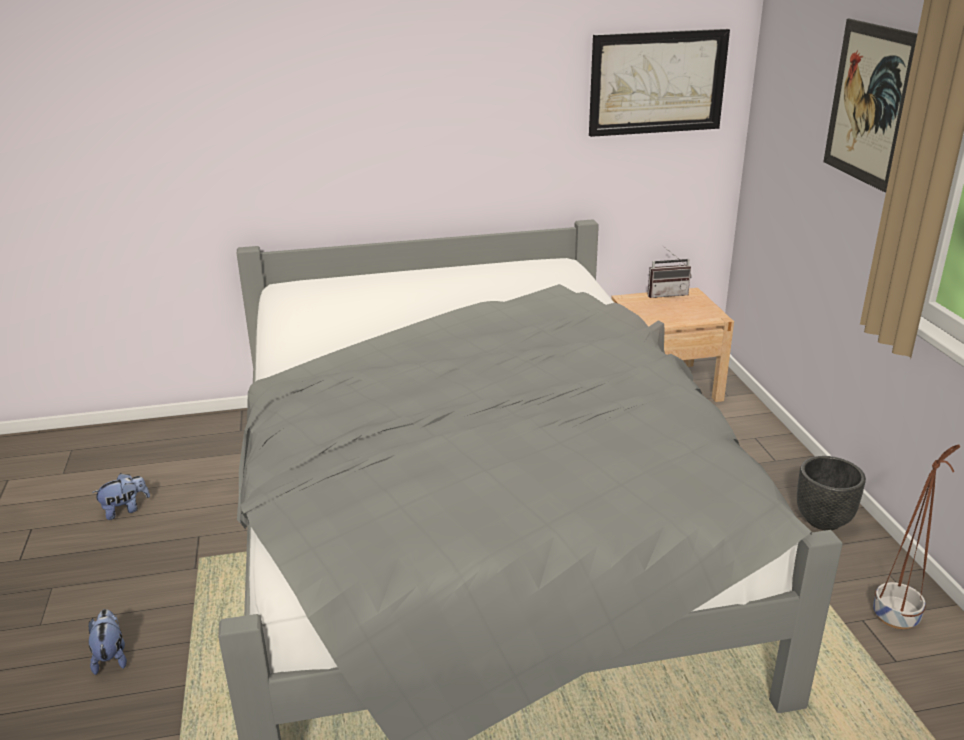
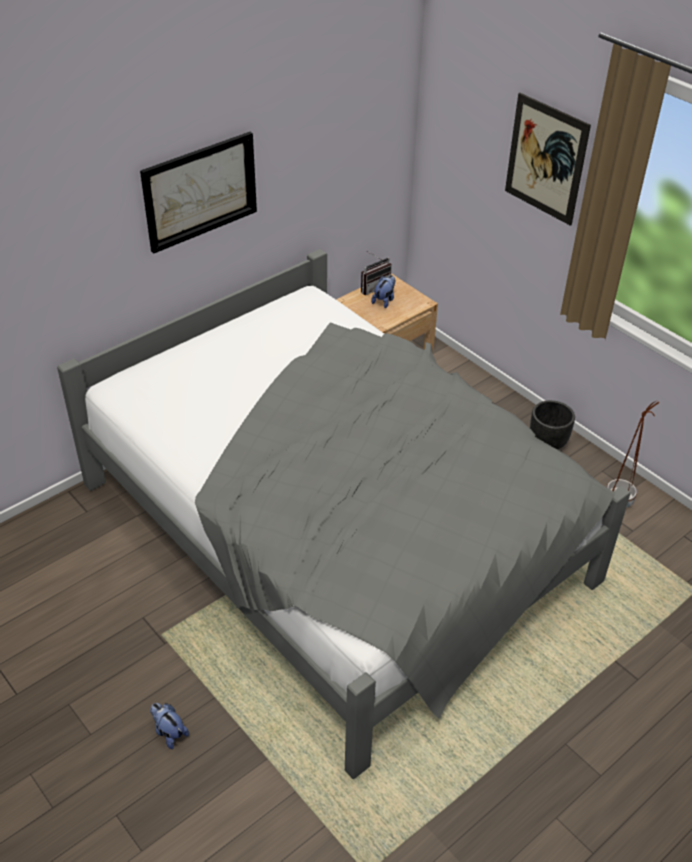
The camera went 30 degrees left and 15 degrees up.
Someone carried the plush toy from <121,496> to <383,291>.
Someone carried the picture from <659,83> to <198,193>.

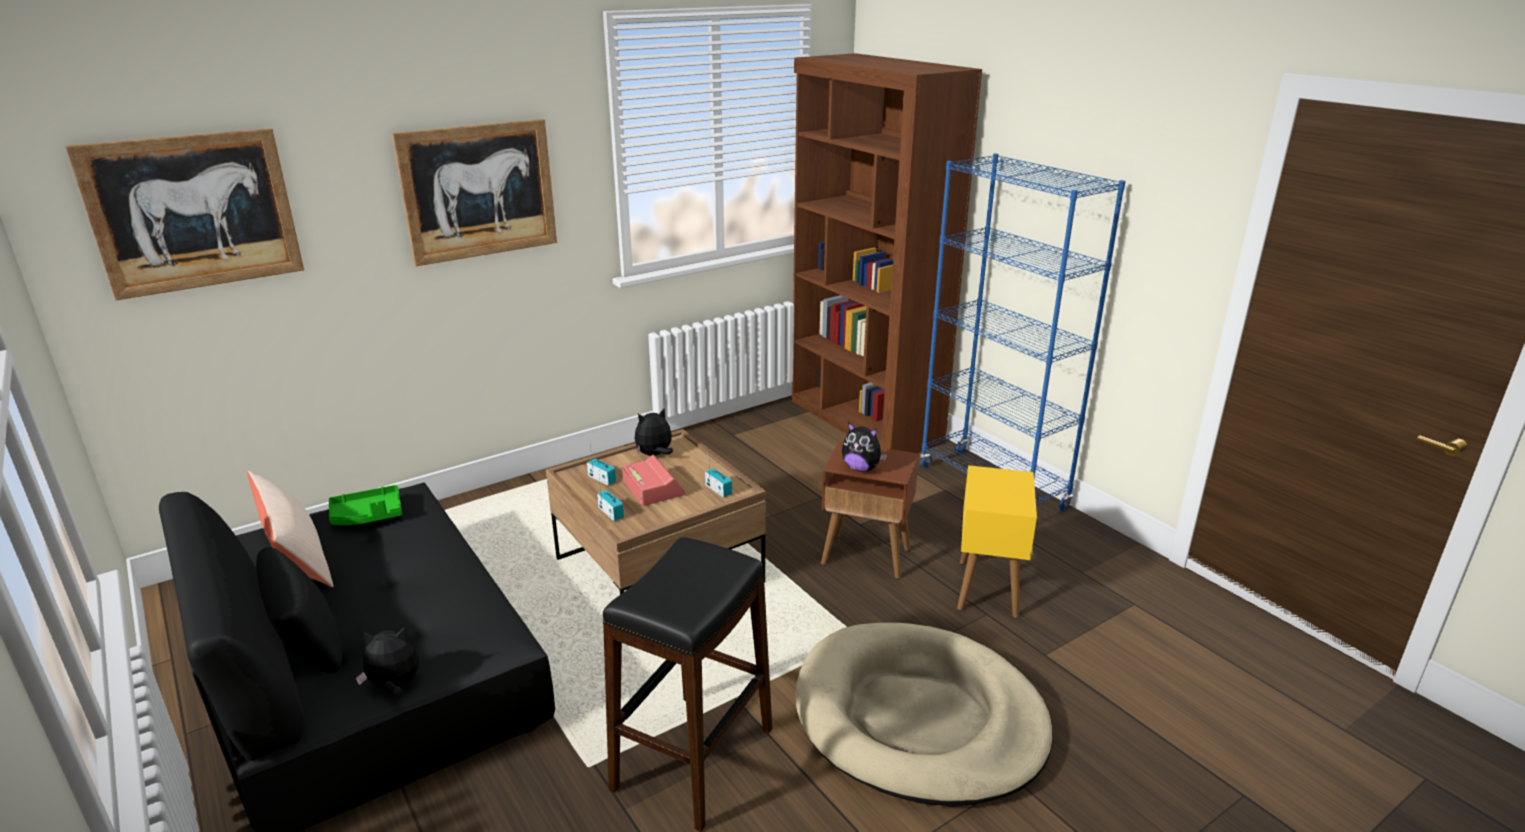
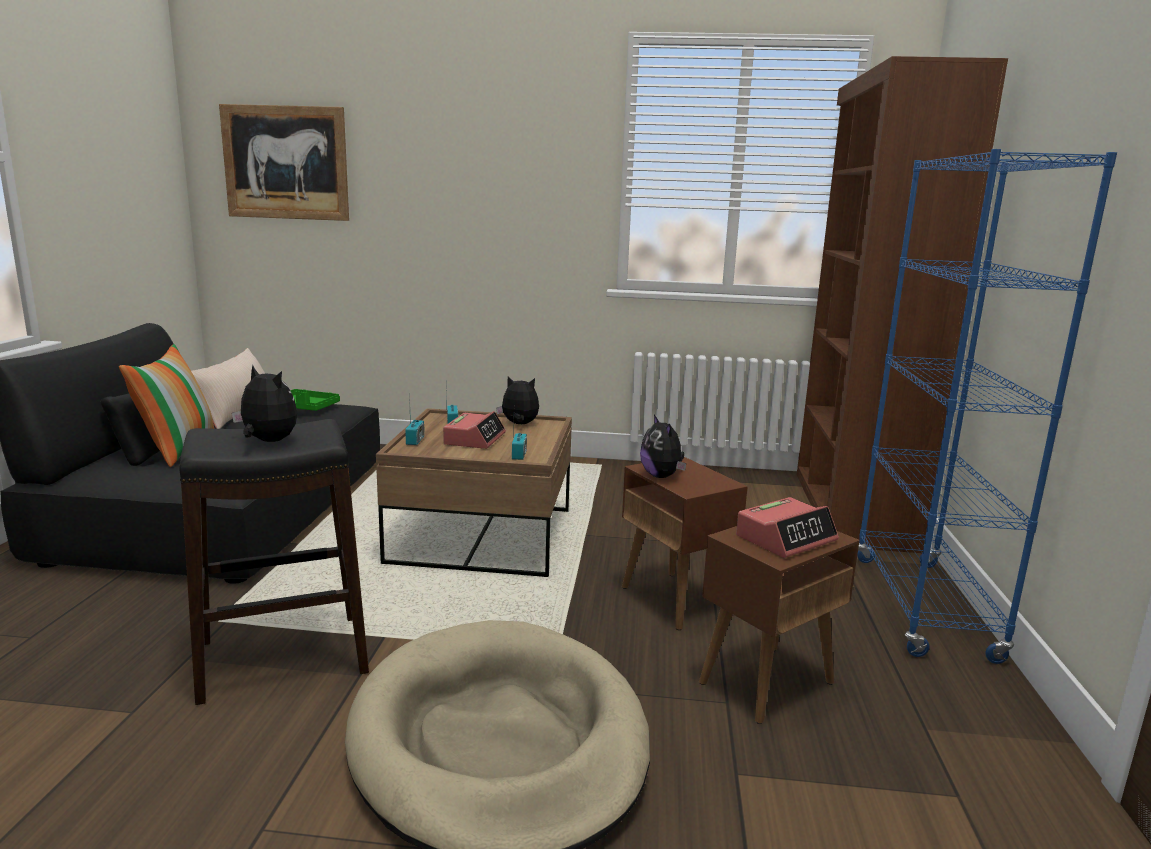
The camera went 40 degrees right and 10 degrees down.
Someone took away the picture at <474,192>.
Someone put down the pillow at <167,405>.
Someone put down the alarm clock at <787,527>.
Someone carried the plush toy from <387,661> to <264,403>.
Someone repainted the yellow side table at <997,541>, which became the brown side table at <779,625>.

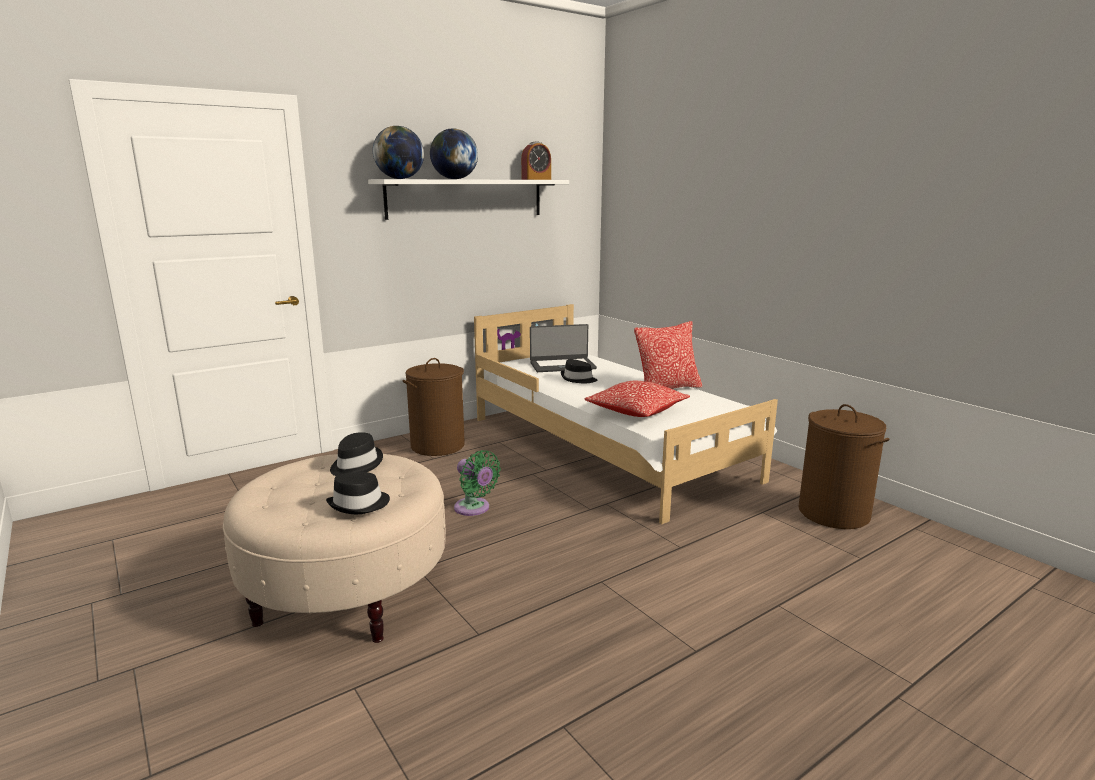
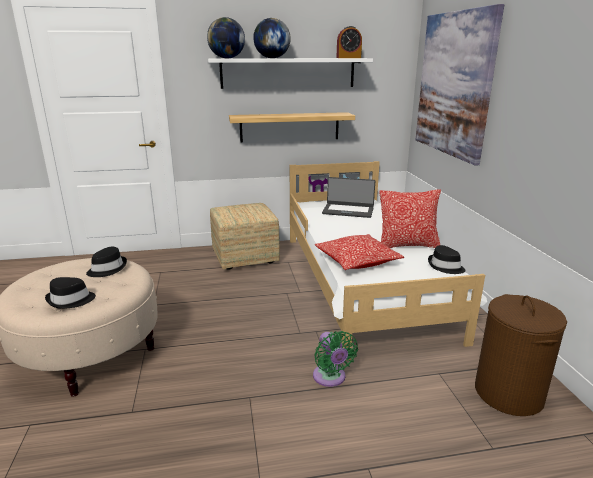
The camera went 25 degrees right and 5 degrees up.
Someone put up the shelf at <292,127>.
Someone put up the picture at <460,84>.
Someone carried the green fan from <477,483> to <335,359>.
Someone carried the black hat from <579,371> to <446,259>.
Someone swapped the brown laundry basket at <433,407> for the ottoman at <245,236>.

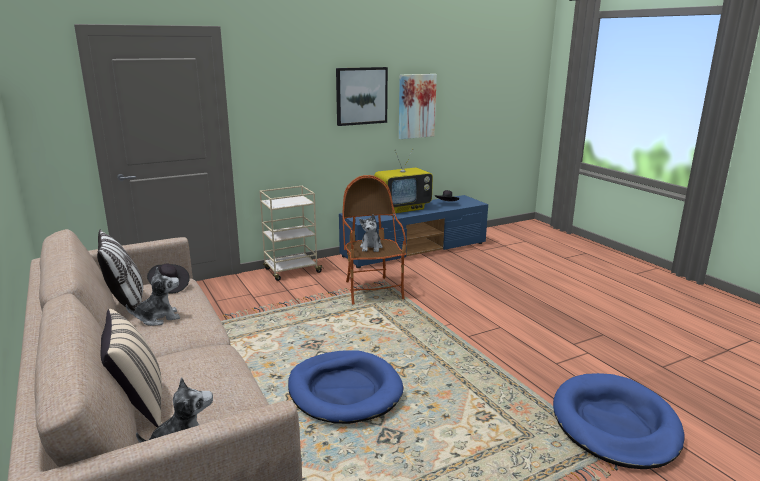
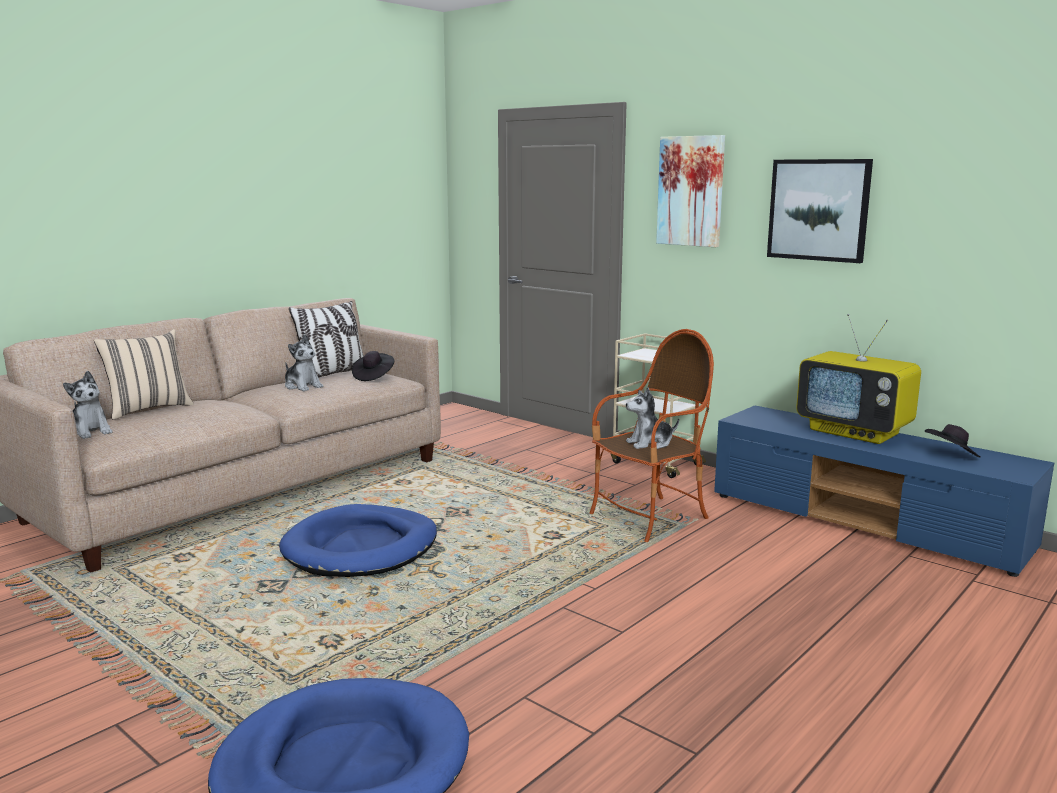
The camera went 70 degrees right and 5 degrees down.
Someone carried the picture from <418,106> to <690,191>.

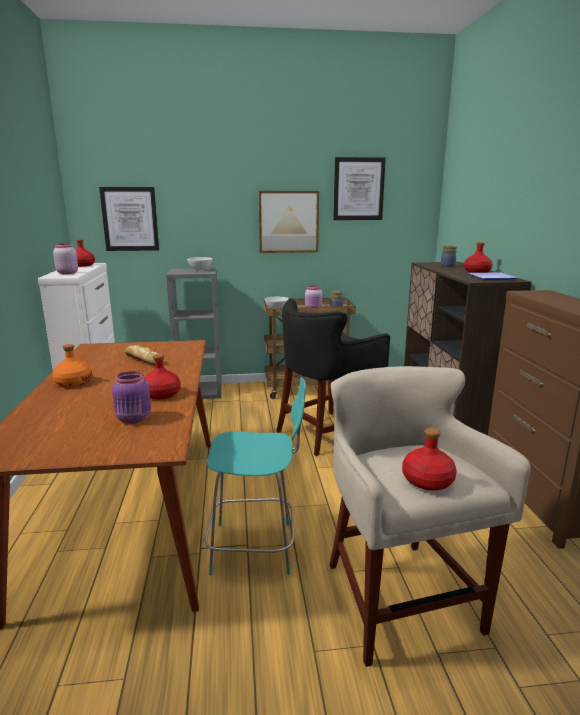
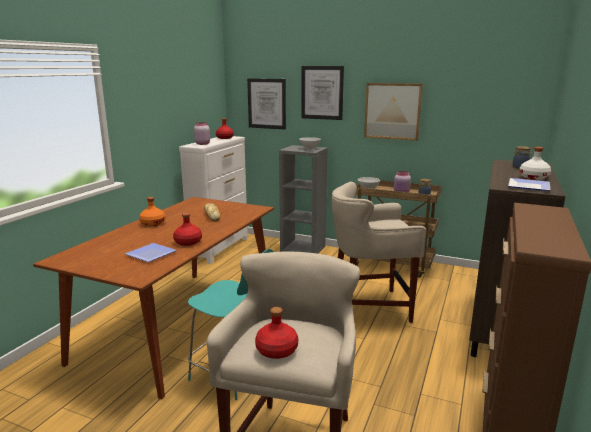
The camera went 30 degrees right and 0 degrees up.
Someone carried the picture from <359,188> to <322,93>.
Someone swapped the purple jar at <131,397> for the plate at <151,252>.
Someone repainted the black stool at <333,377>, which became the beige stool at <379,252>.
Someone repainted the red bottle at <478,257>, which became the white bottle at <535,163>.

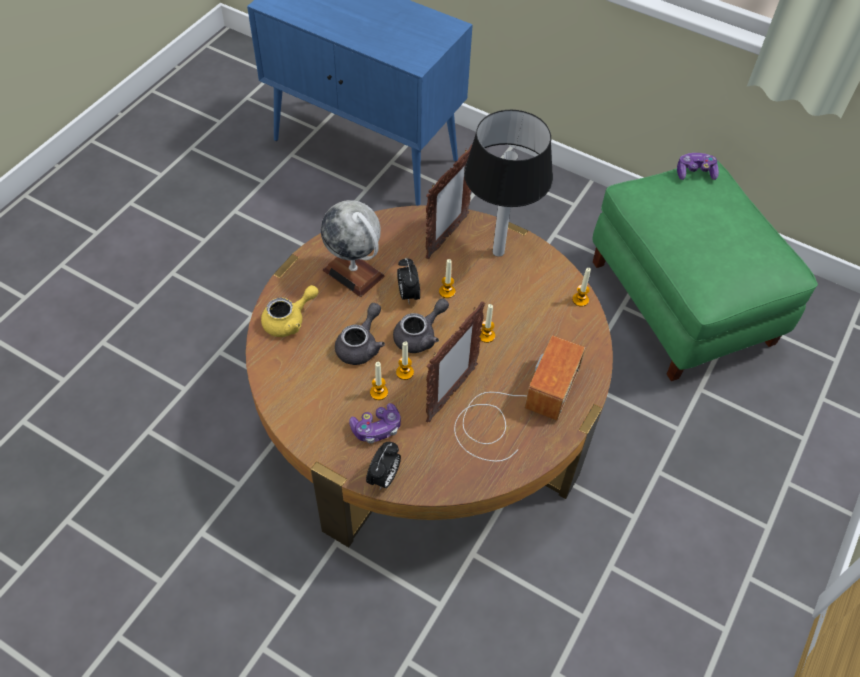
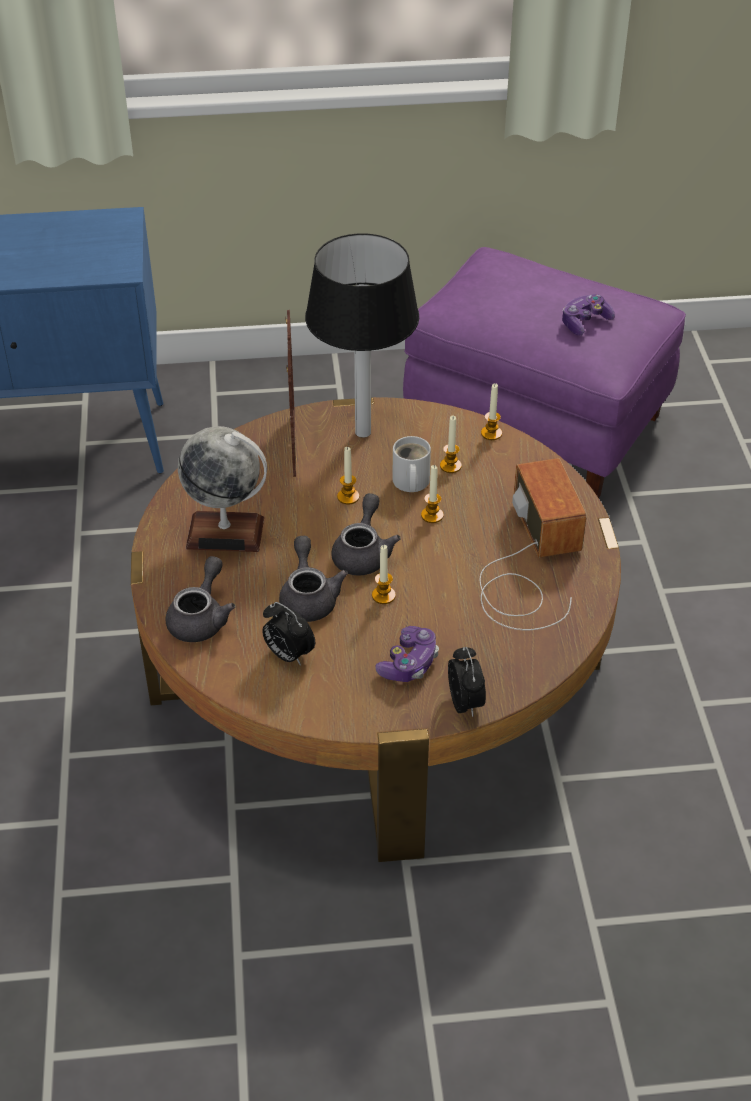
The camera went 35 degrees left and 10 degrees down.
Someone took away the picture frame at <455,362>.
Someone put down the white mug at <411,464>.
Someone carried the candle from <379,381> to <451,444>.
Someone carried the alarm clock from <408,281> to <288,634>.
Someone carried the game controller from <698,166> to <588,315>.
Someone repainted the yellow teapot at <289,311>, which became the grey teapot at <200,599>.
Someone repainted the green ottoman at <705,270>, which became the purple ottoman at <544,372>.

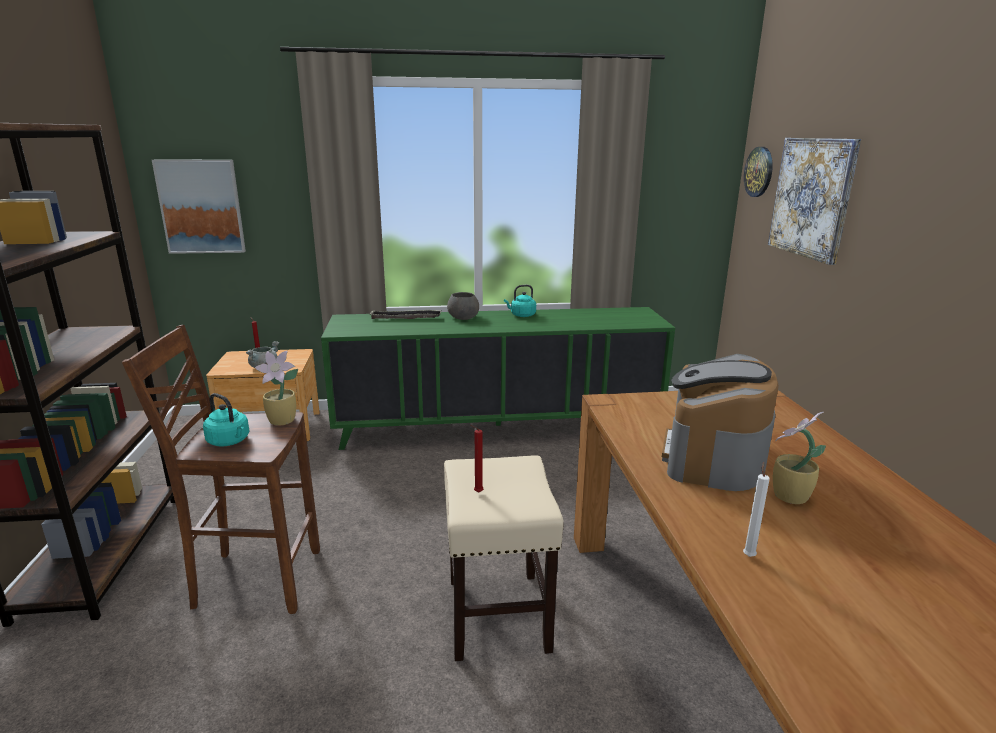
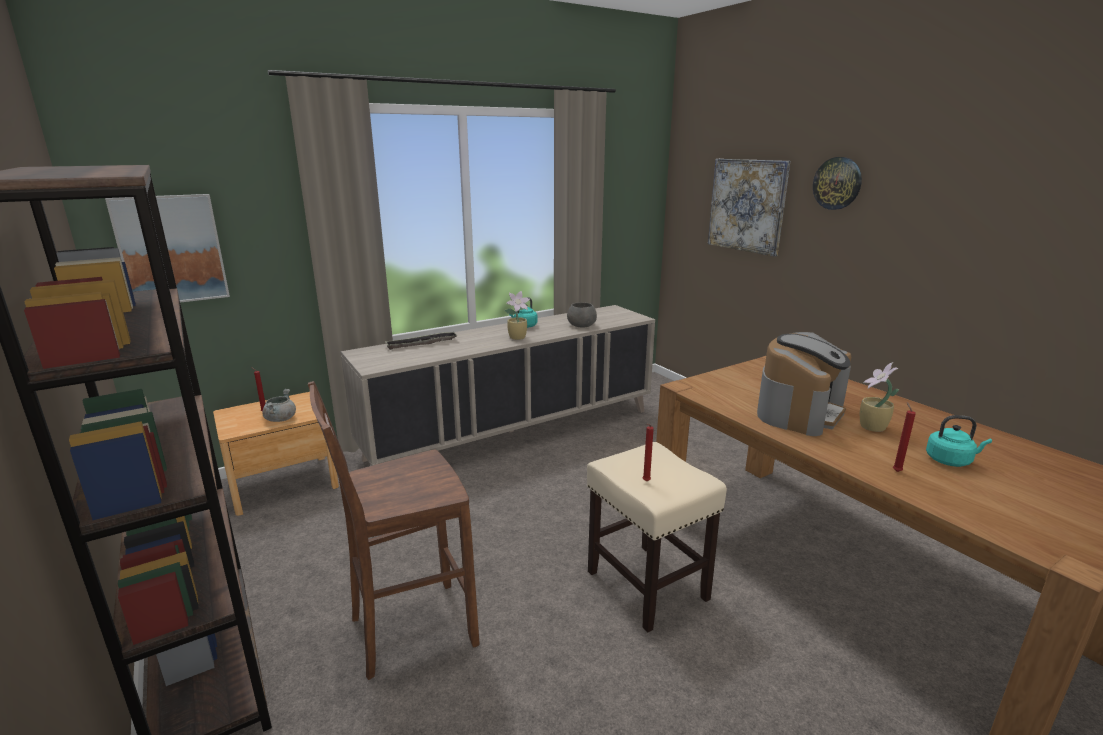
The camera went 25 degrees left and 0 degrees up.
Someone carried the turquoise kettle from <226,420> to <959,441>.
Someone carried the potted plant from <276,388> to <517,315>.
Someone carried the grey bowl from <463,306> to <582,315>.
Someone carried the wall clock from <758,172> to <837,183>.
Someone repainted the green cabinet at <498,378>, which became the beige cabinet at <498,385>.
Someone repainted the white candle at <756,509>, which became the red candle at <904,437>.
Someone rotated the coffee machine at <720,422> by 135 degrees counterclockwise.

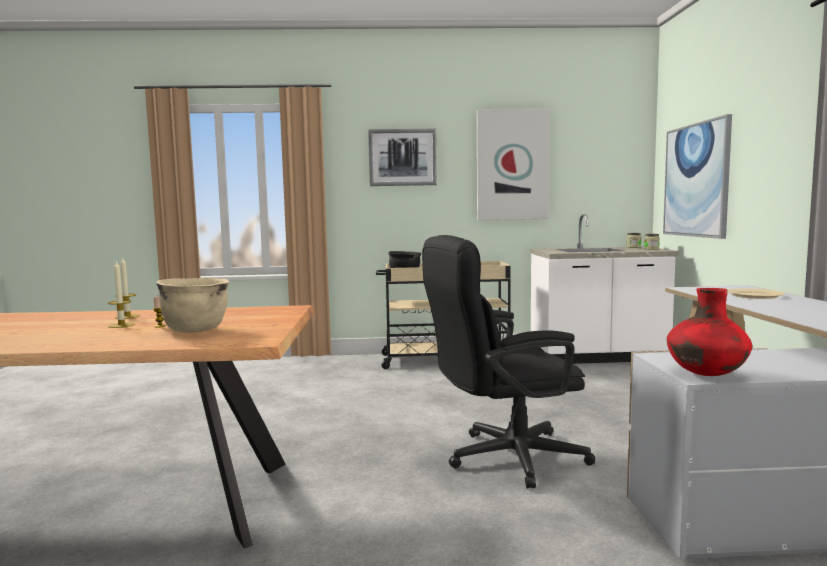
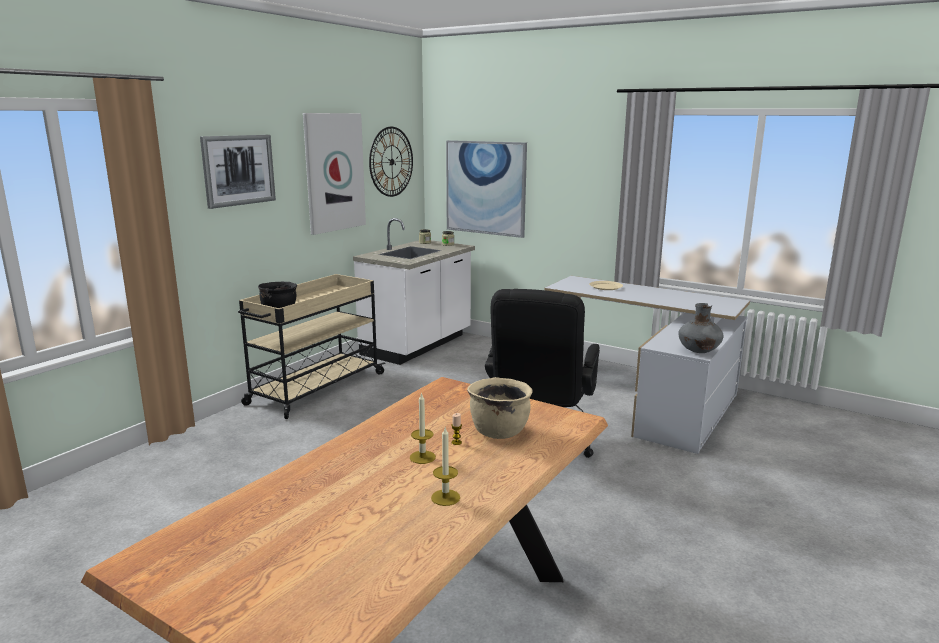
The camera went 55 degrees left and 10 degrees up.
Someone put up the wall clock at <391,162>.
Someone carried the candle from <127,288> to <445,466>.
Someone repainted the red vase at <709,332>, which became the grey vase at <701,328>.

